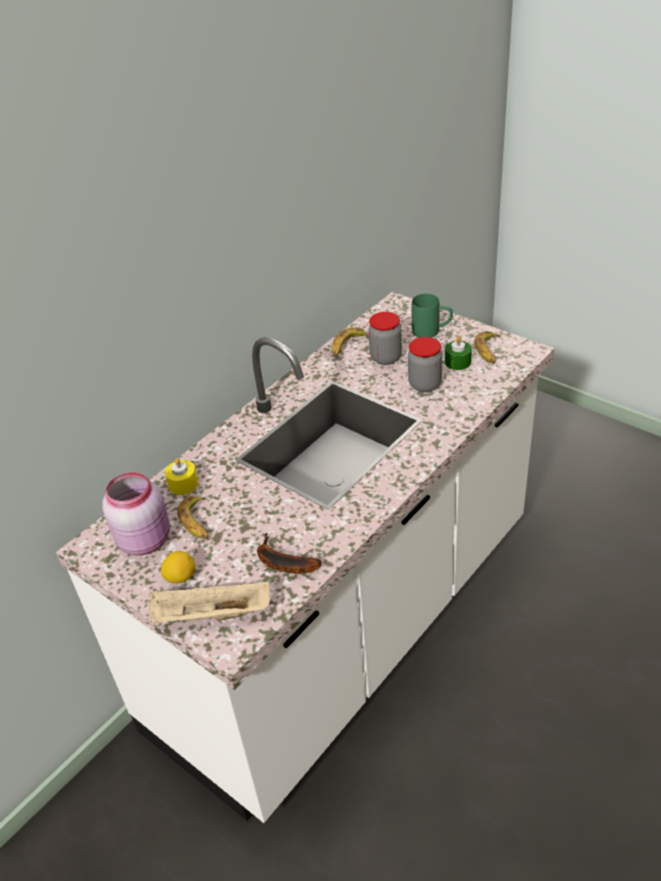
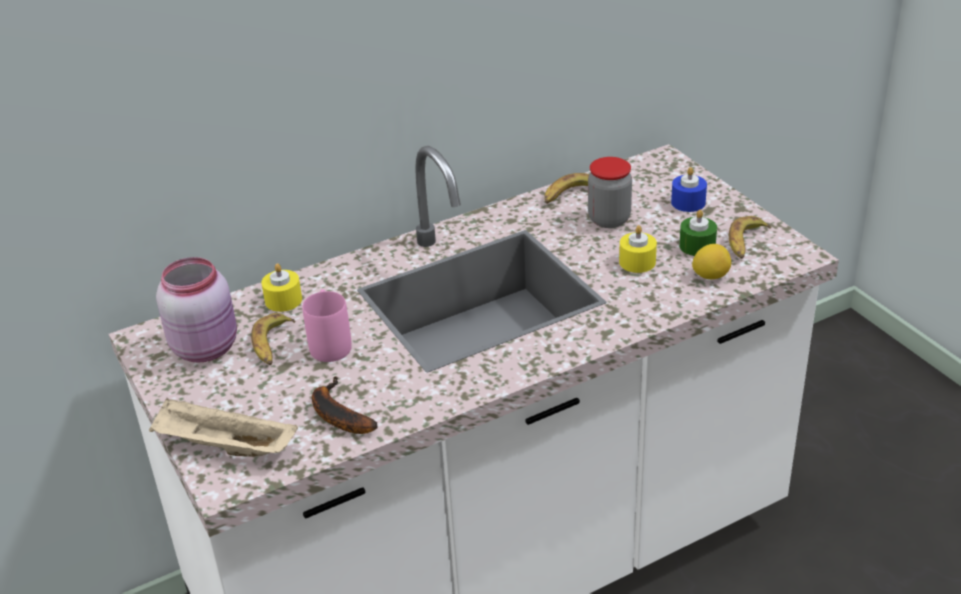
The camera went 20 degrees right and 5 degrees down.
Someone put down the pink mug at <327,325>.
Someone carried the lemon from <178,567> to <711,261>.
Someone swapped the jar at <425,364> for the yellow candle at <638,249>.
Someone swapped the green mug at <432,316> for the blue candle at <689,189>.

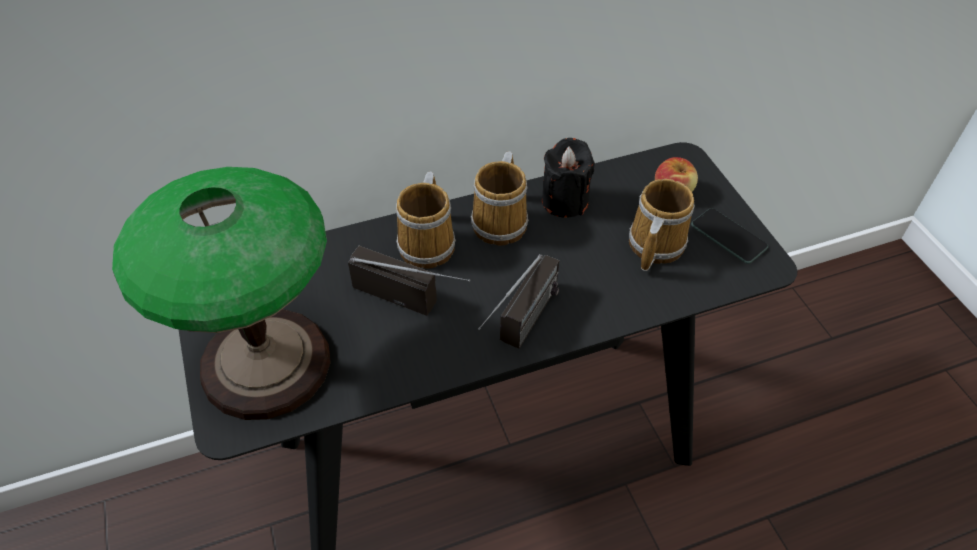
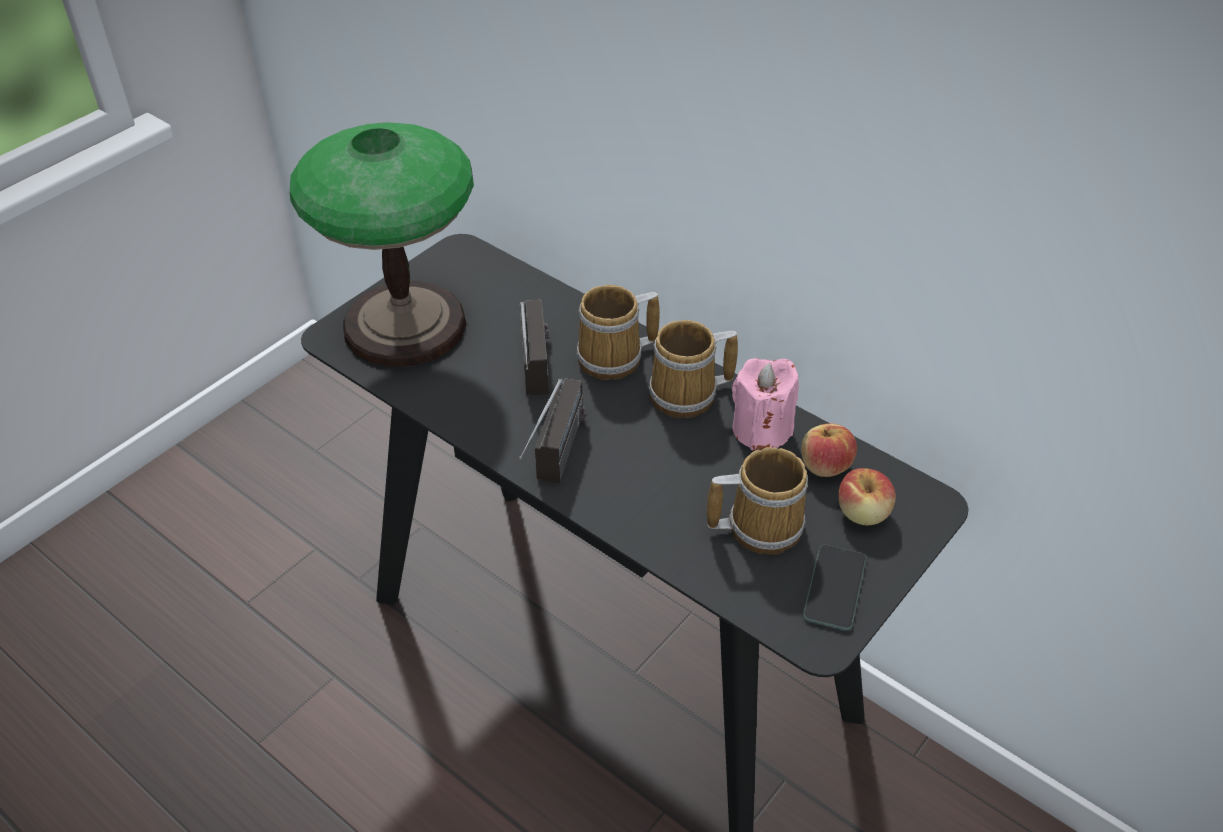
The camera went 60 degrees right and 5 degrees down.
Someone put down the apple at <829,450>.
Someone repainted the black candle at <568,178>, which became the pink candle at <765,404>.
Someone rotated the radio at <518,301> by 75 degrees counterclockwise.

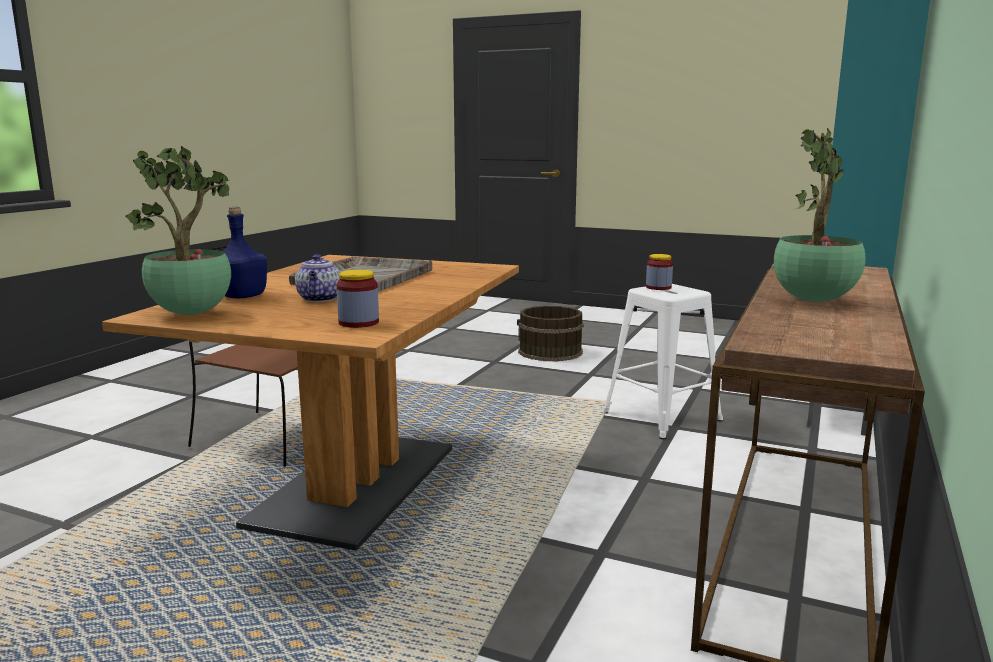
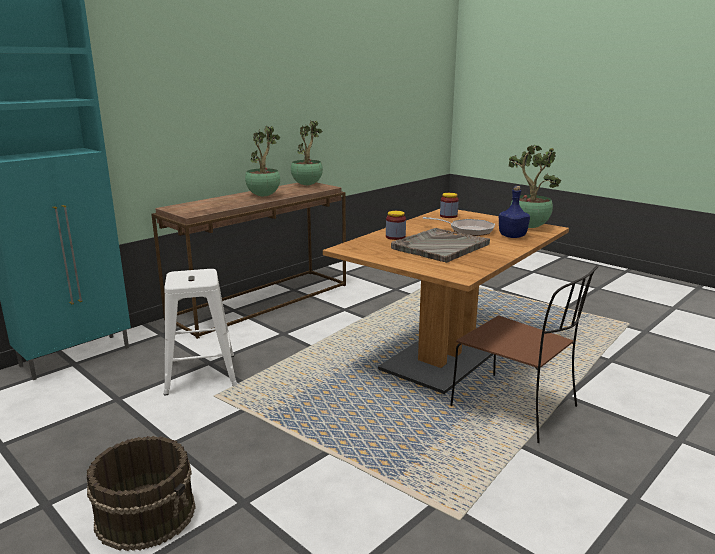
The camera went 160 degrees left and 5 degrees up.
Someone put down the potted plant at <307,153>.
Someone carried the jar from <659,272> to <396,225>.
Someone swapped the teapot at <317,278> for the frying pan at <459,226>.

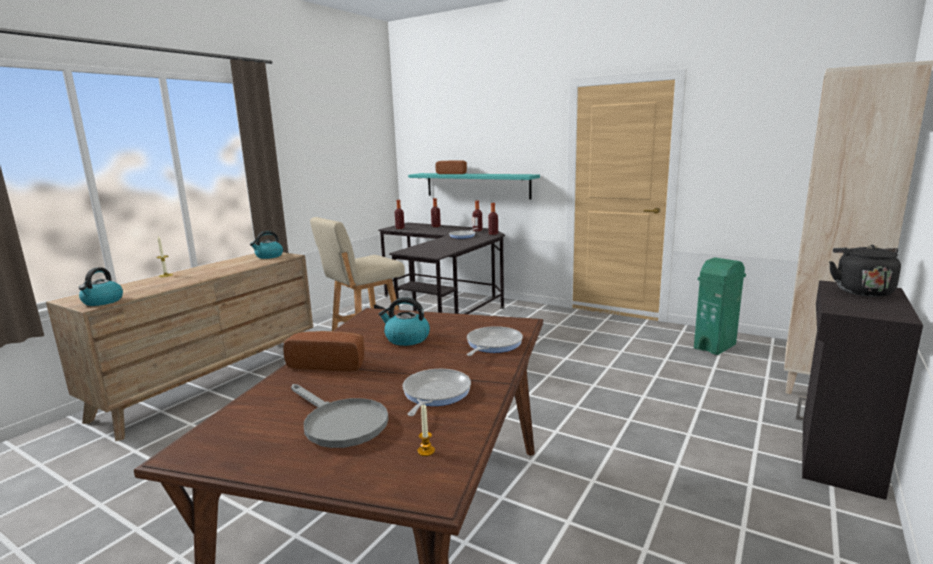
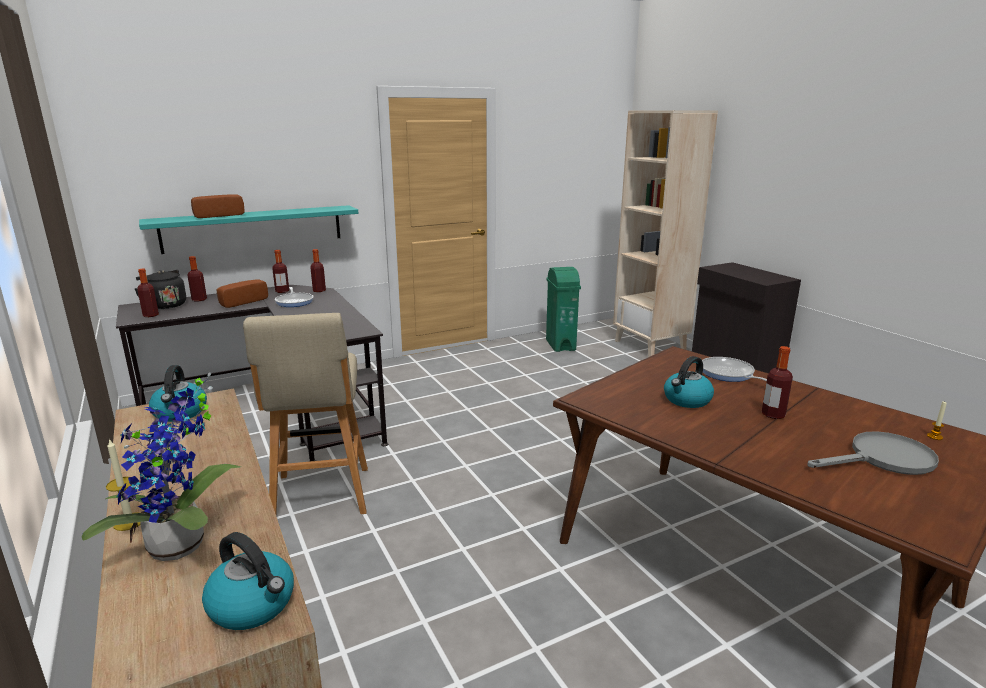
The camera went 60 degrees left and 5 degrees up.
Someone took away the frying pan at <436,392>.
Someone put down the potted plant at <161,467>.
Someone put down the bottle at <777,382>.
Someone carried the bread from <324,351> to <242,293>.
Someone carried the black kettle from <865,271> to <160,289>.

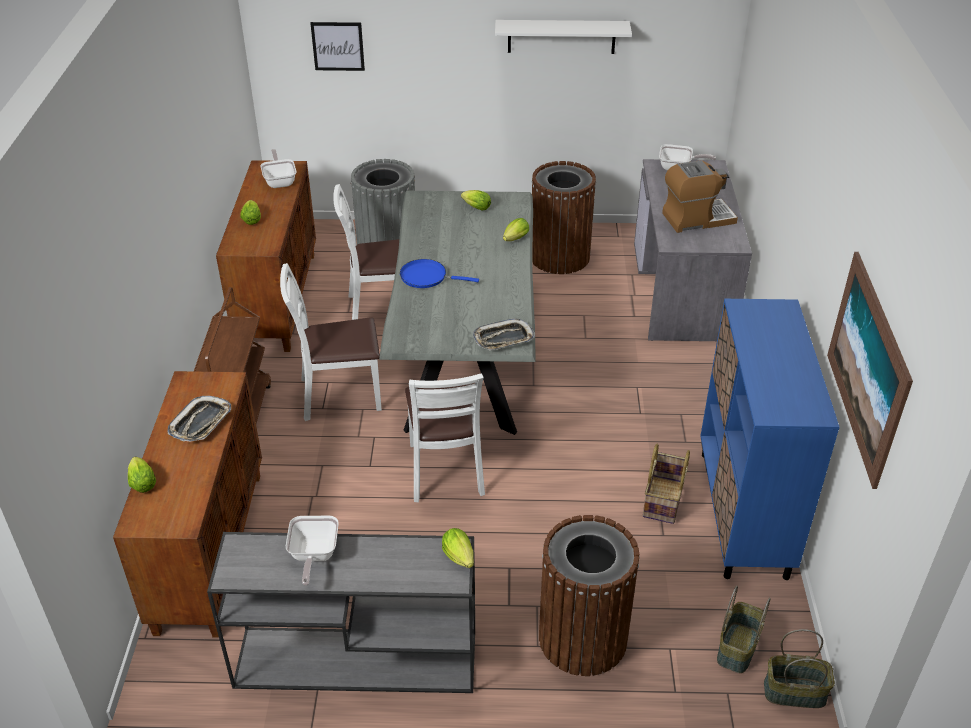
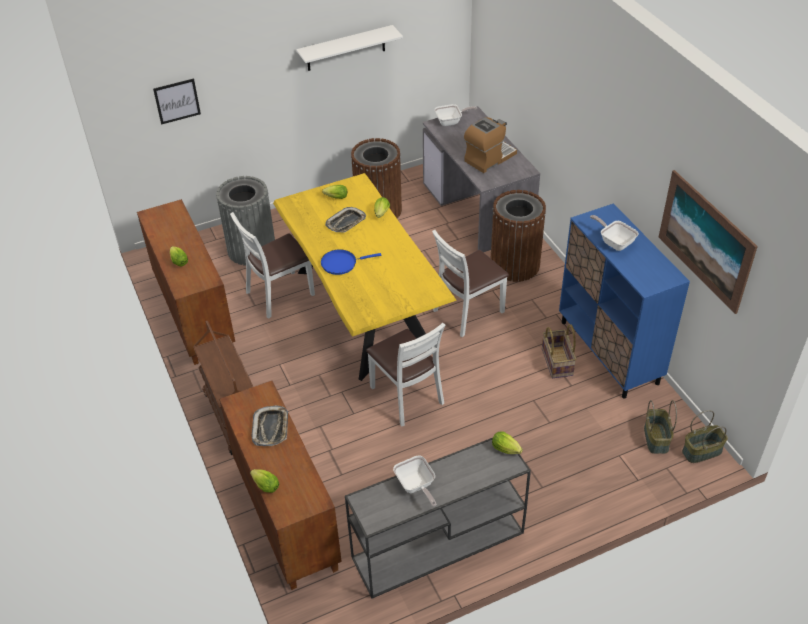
The camera went 25 degrees left and 5 degrees up.
Someone carried the frying pan from <278,168> to <614,233>.
Someone carried the white chair from <331,342> to <470,283>.
Someone carried the tray from <504,334> to <345,220>.
Someone carried the brown trash can from <589,595> to <518,236>.
Someone repainted the grey dining table at <457,313>, which became the yellow dining table at <365,277>.

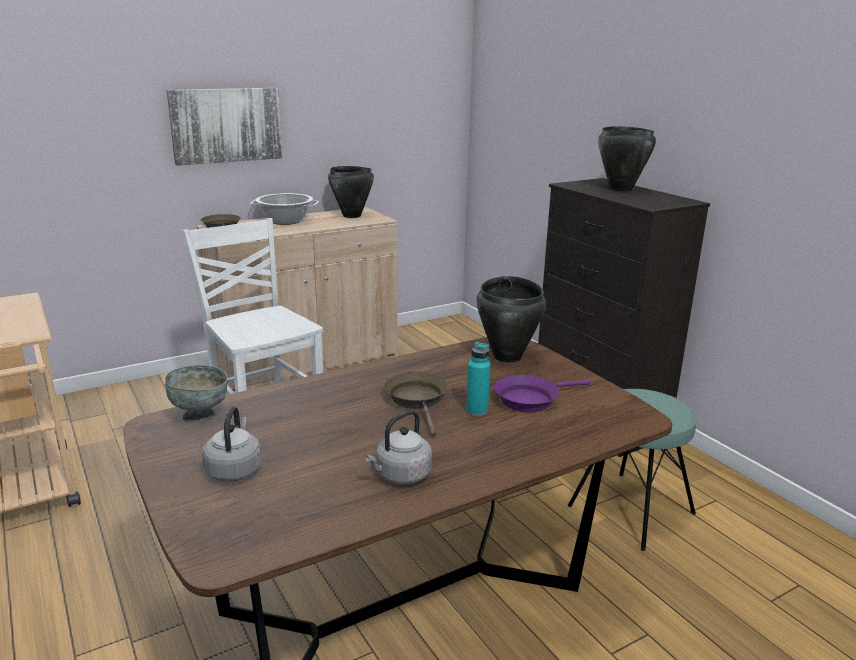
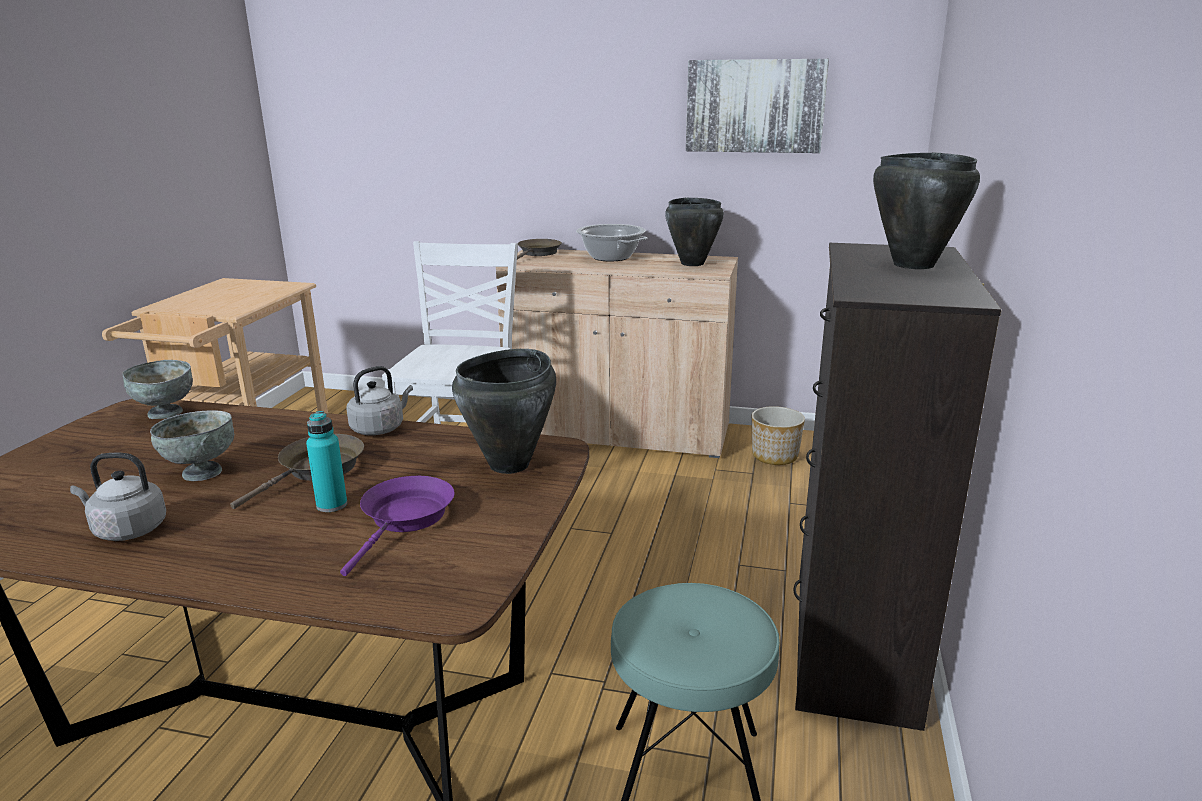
The camera went 45 degrees right and 0 degrees up.
Someone put down the grey bowl at <192,445>.
Someone put down the planter at <778,435>.
Someone carried the picture from <224,127> to <757,106>.
Someone carried the grey kettle from <231,444> to <379,400>.
Someone rotated the purple frying pan at <542,394> by 90 degrees clockwise.

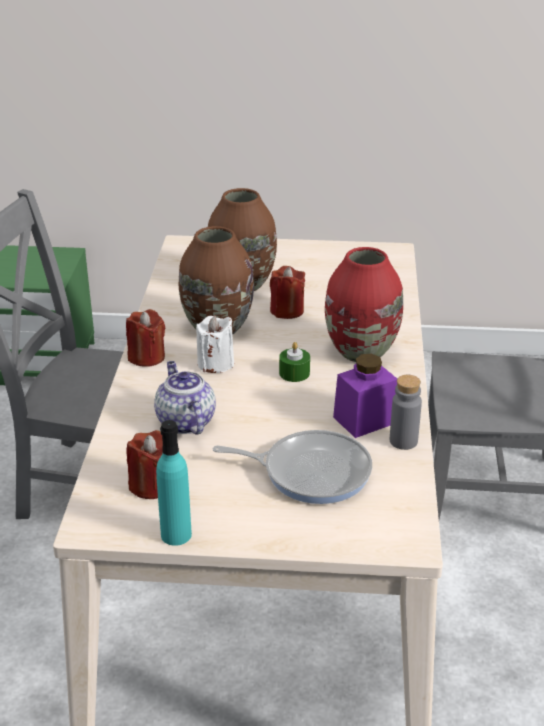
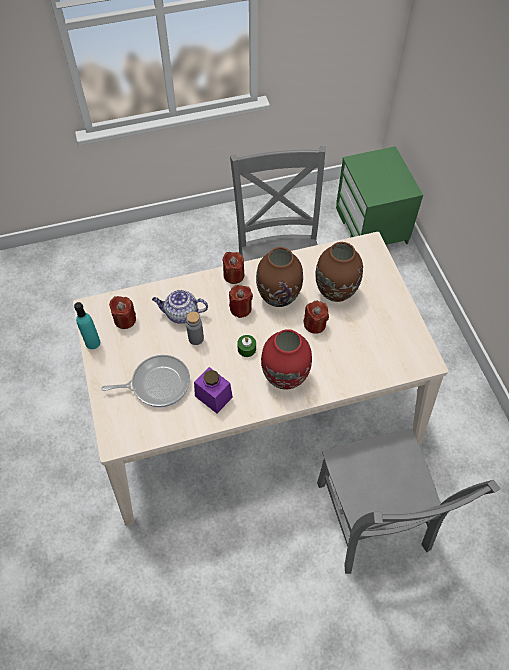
The camera went 70 degrees right and 25 degrees up.
Someone carried the grey bottle from <406,412> to <195,328>.
Someone repainted the white candle at <215,344>, which became the red candle at <241,301>.
Someone rotated the teapot at <185,398> by 135 degrees counterclockwise.
Someone rotated the frying pan at <292,467> by 90 degrees counterclockwise.

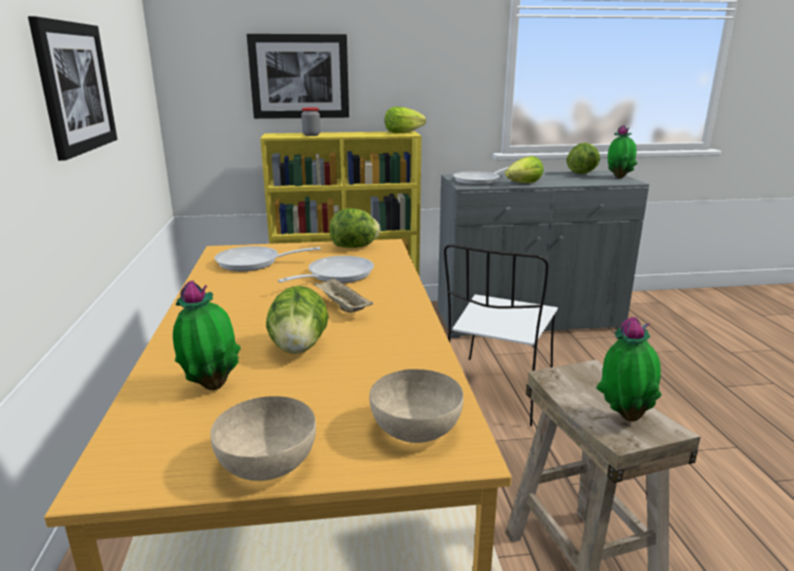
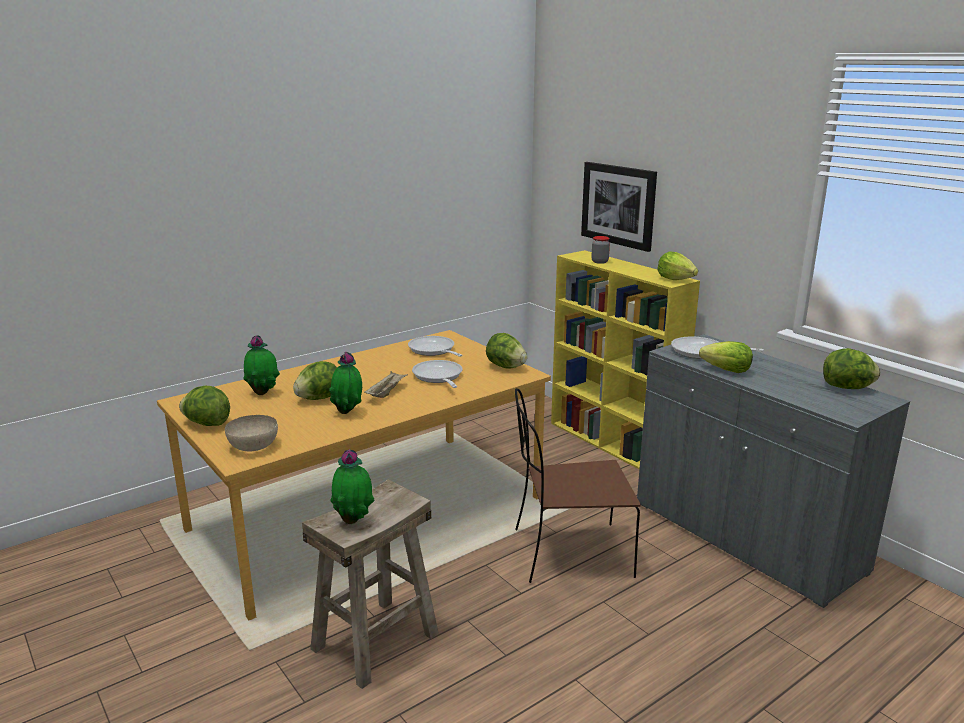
The camera went 60 degrees right and 0 degrees up.
Someone took away the picture at <72,88>.
Someone carried the potted plant from <622,151> to <345,383>.
Someone swapped the beige bowl at <263,438> for the lettuce at <204,406>.
Someone repainted the white chair at <501,335>, which became the brown chair at <578,485>.
Someone rotated the frying pan at <326,269> by 120 degrees counterclockwise.

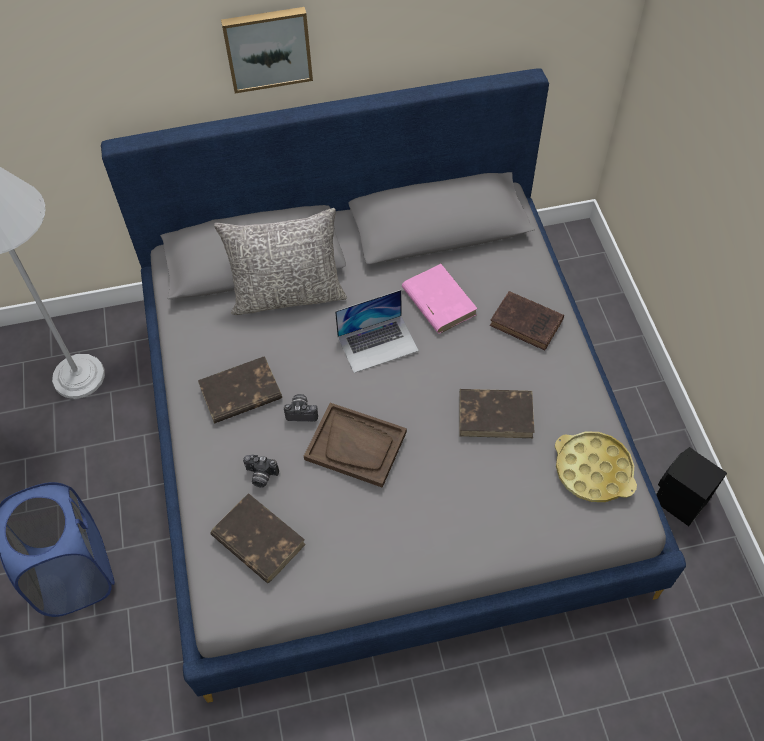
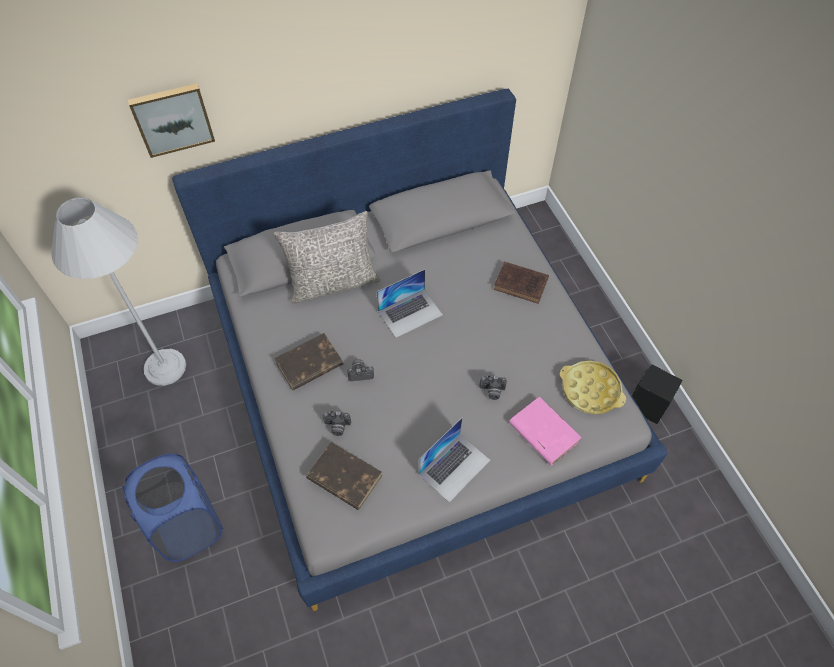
The camera went 10 degrees left and 0 degrees up.
Someone took away the brown tray at <355,445>.
Someone took away the brown book at <497,413>.
Someone put down the laptop at <454,460>.
Someone put down the photo camera at <493,387>.
Someone carried the picture from <267,50> to <171,120>.
Someone carried the pink book from <440,299> to <545,430>.

